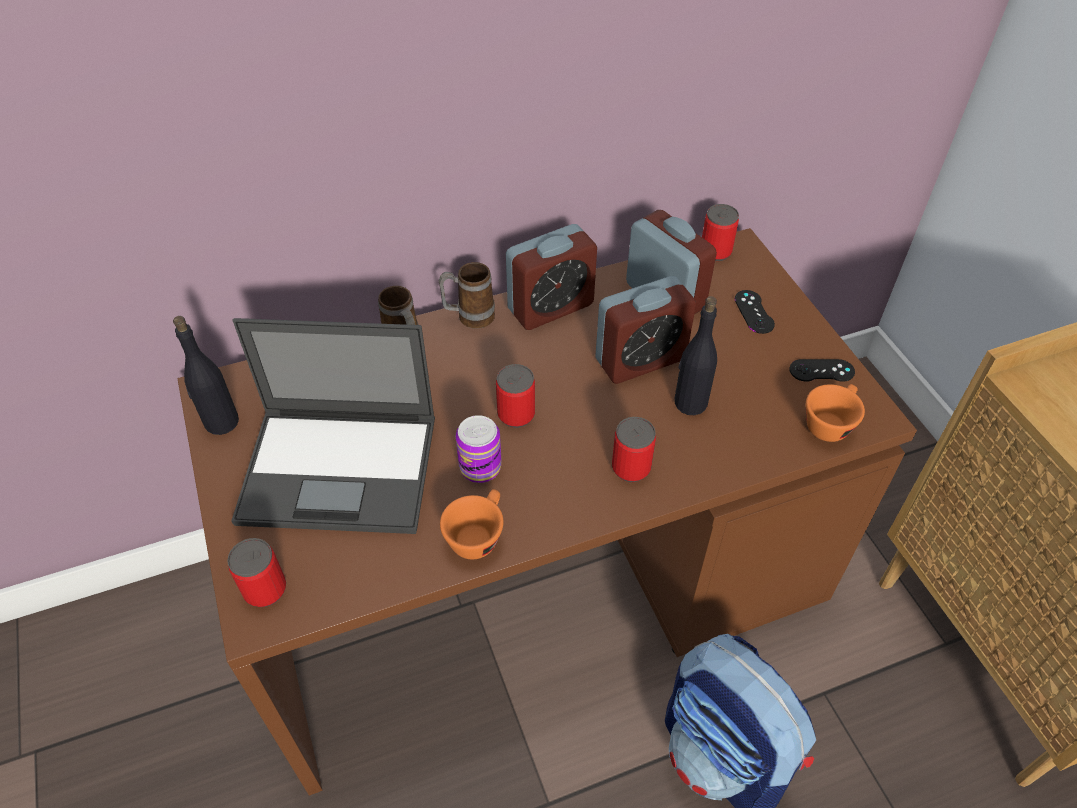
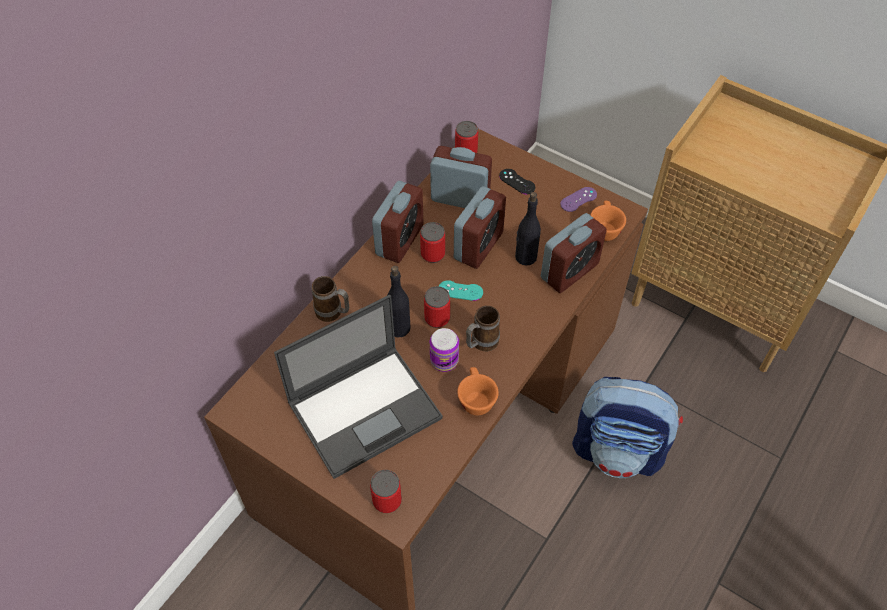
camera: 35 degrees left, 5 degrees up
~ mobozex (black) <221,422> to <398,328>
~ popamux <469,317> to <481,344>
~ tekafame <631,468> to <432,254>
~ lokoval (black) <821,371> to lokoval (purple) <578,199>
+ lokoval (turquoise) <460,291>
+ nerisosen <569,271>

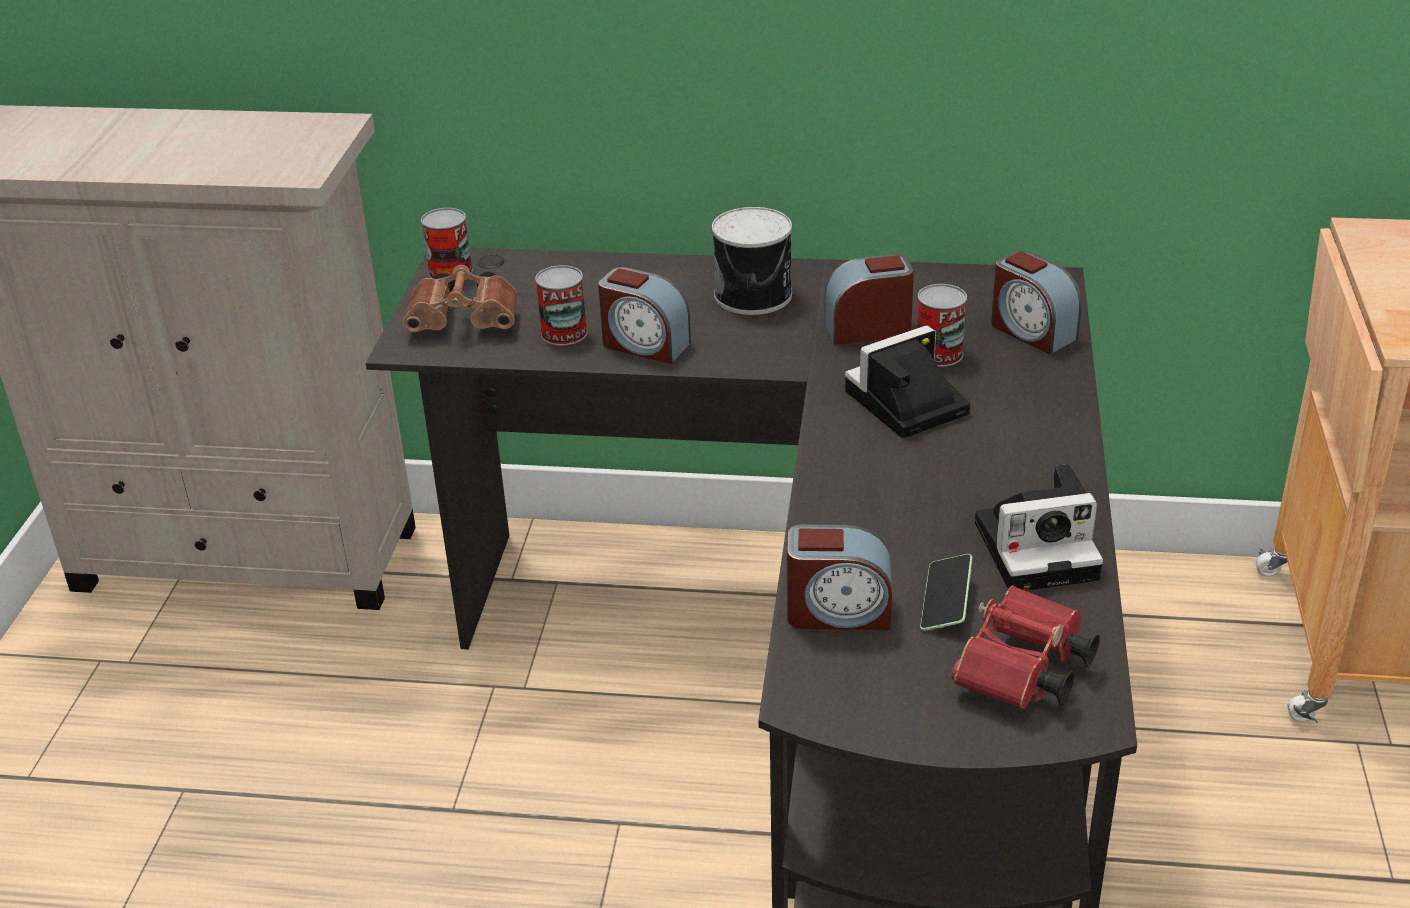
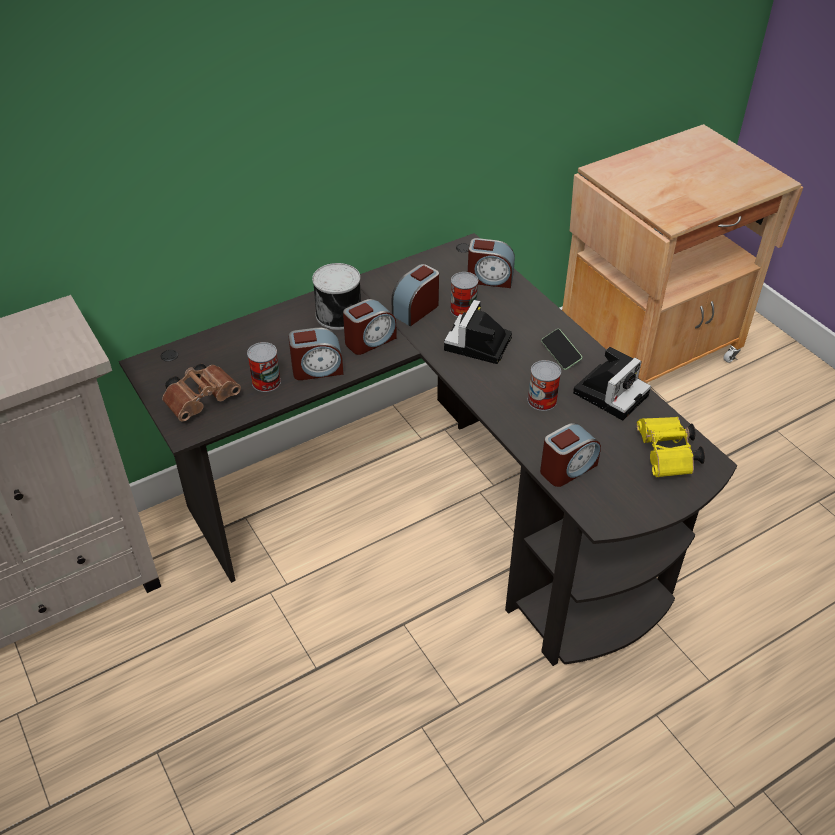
camera: 40 degrees left, 10 degrees up
~ tekafame <450,272> to <542,400>
~ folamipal <945,603> to <560,354>
~ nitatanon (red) <1022,673> to nitatanon (yellow) <667,457>
+ nerisosen <370,340>

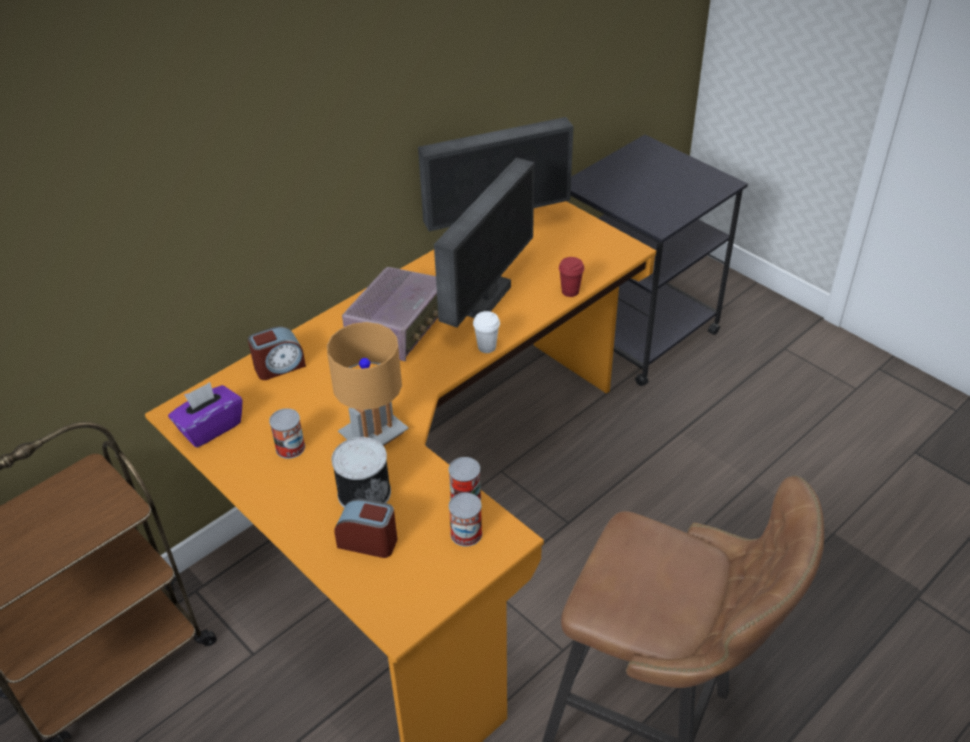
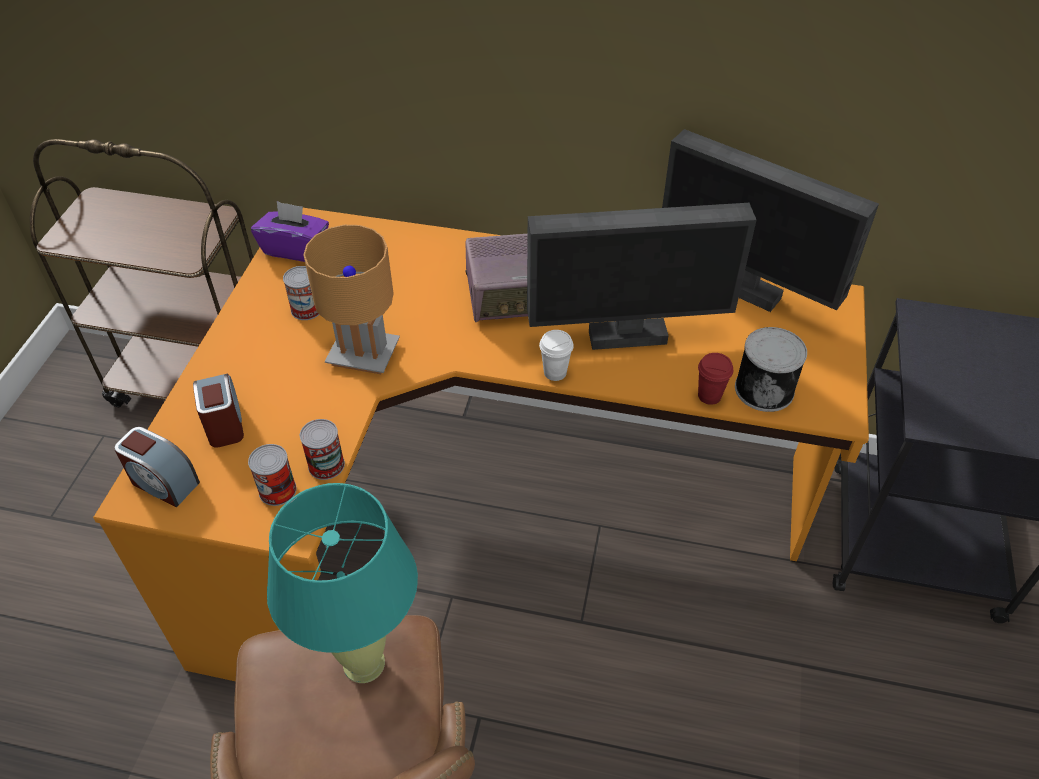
camera: 55 degrees right, 5 degrees up
~ nerisosen <279,366> to <163,482>
~ tekafame <363,492> to <764,388>
+ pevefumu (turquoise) <364,663>

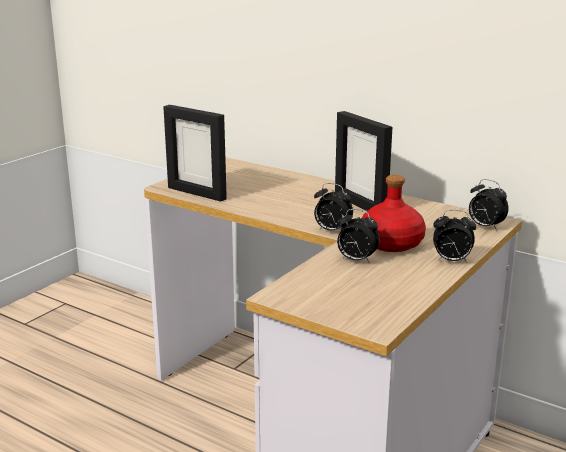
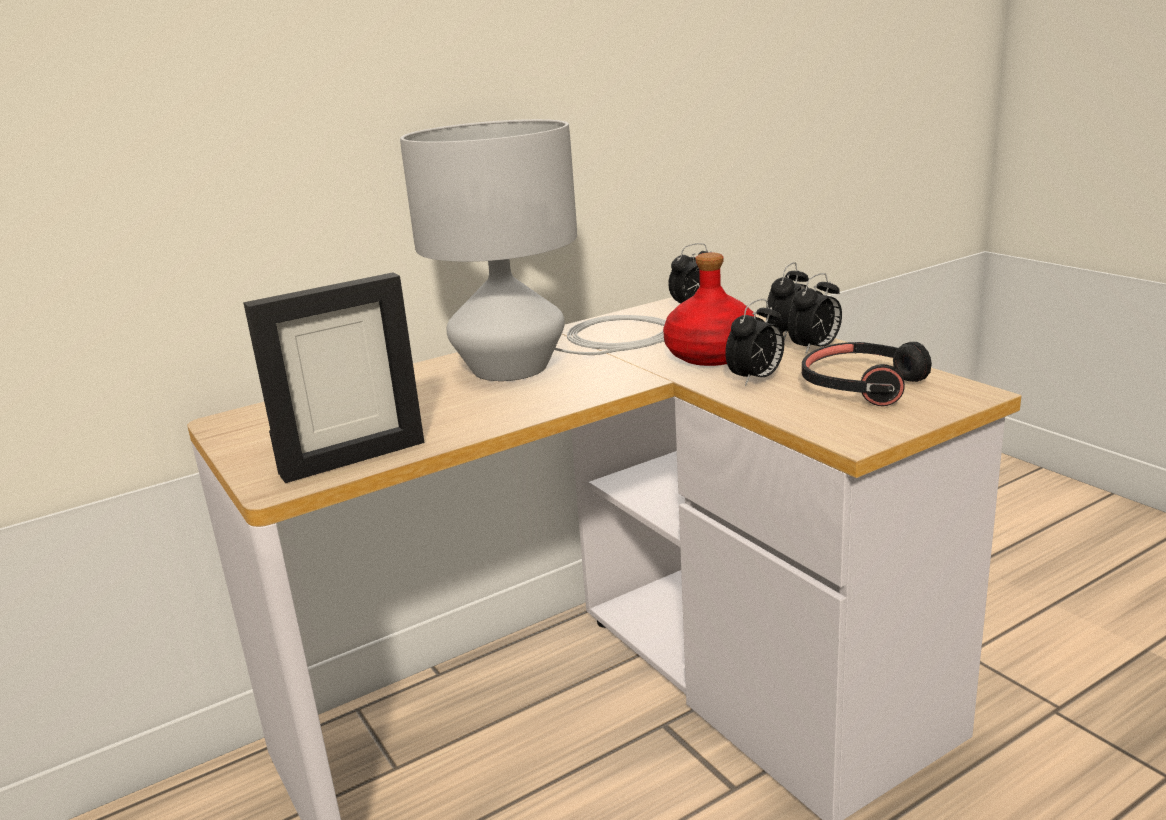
camera: 65 degrees left, 0 degrees up
~ nerisosen <331,231> to <815,349>
~ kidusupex <361,204> to pevefumu (grey) <556,354>
+ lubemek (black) <861,385>

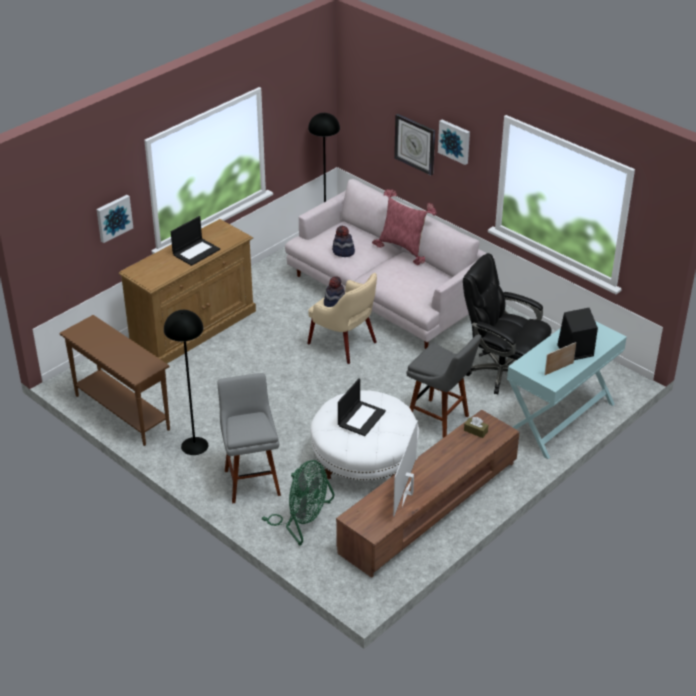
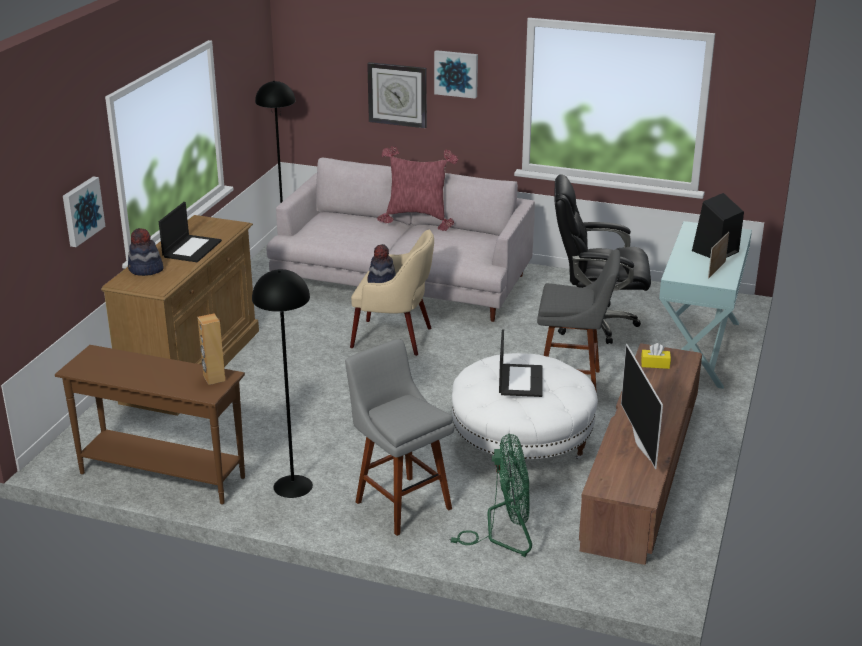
camera: 25 degrees left, 10 degrees down
~ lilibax <343,252> to <145,270>
~ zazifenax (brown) <475,431> to zazifenax (yellow) <655,364>
+ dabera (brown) <214,378>

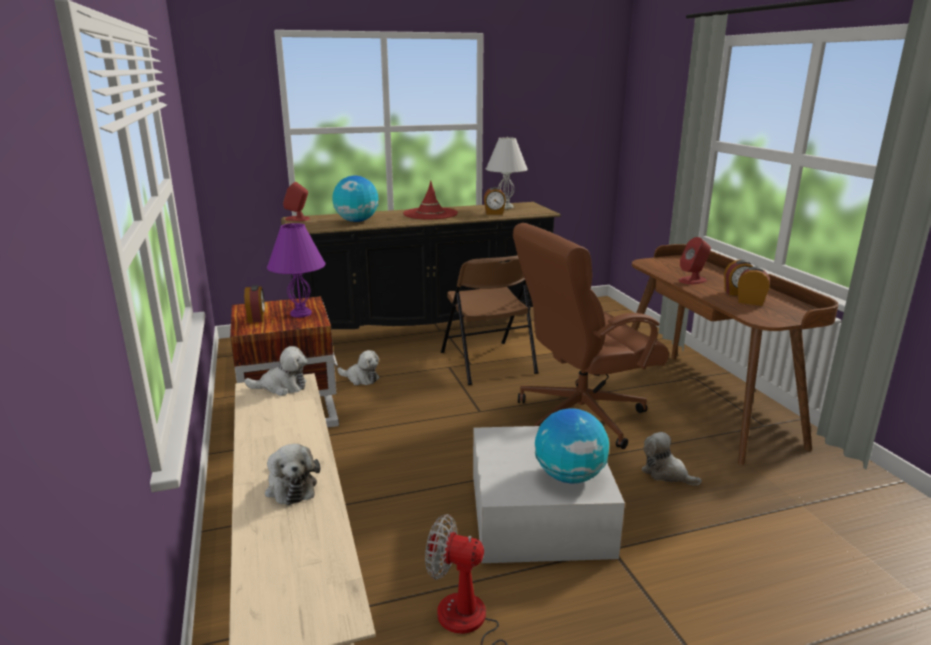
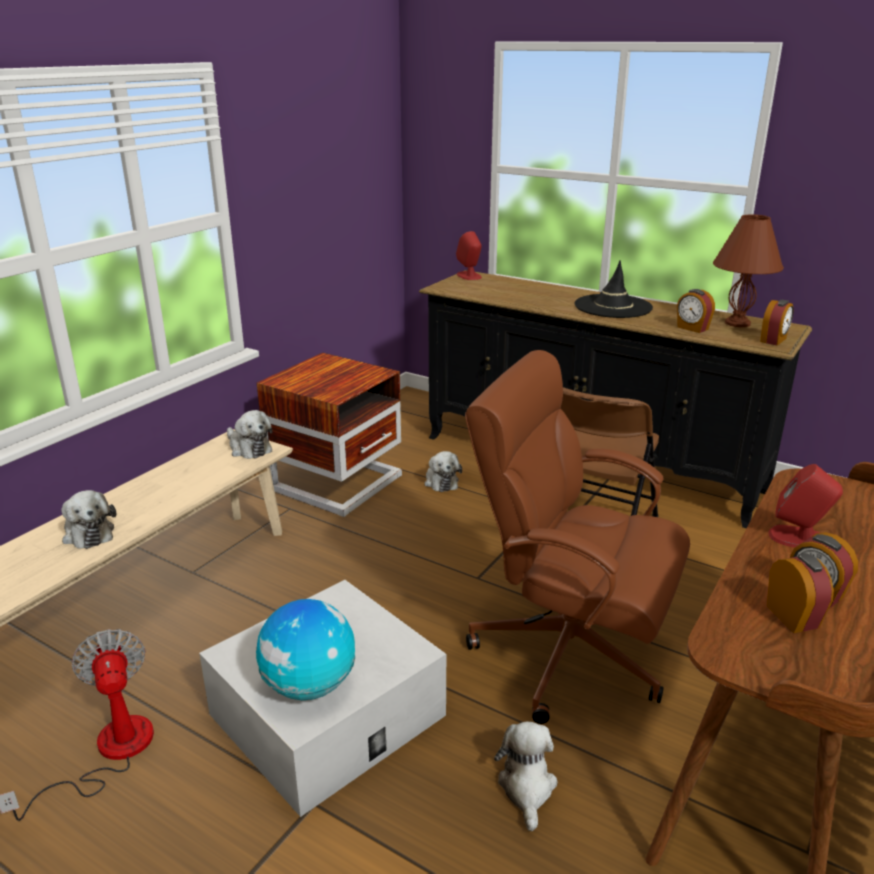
camera: 50 degrees right, 5 degrees up
~ nerisosen <257,318> to <774,340>
~ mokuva <291,486> = <88,533> 60 degrees counterclockwise
- pevefumu (purple) <301,313>
- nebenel <356,221>
~ lilibax (red) <430,214> to lilibax (black) <612,307>
~ pevefumu (white) <505,207> to pevefumu (brown) <737,323>

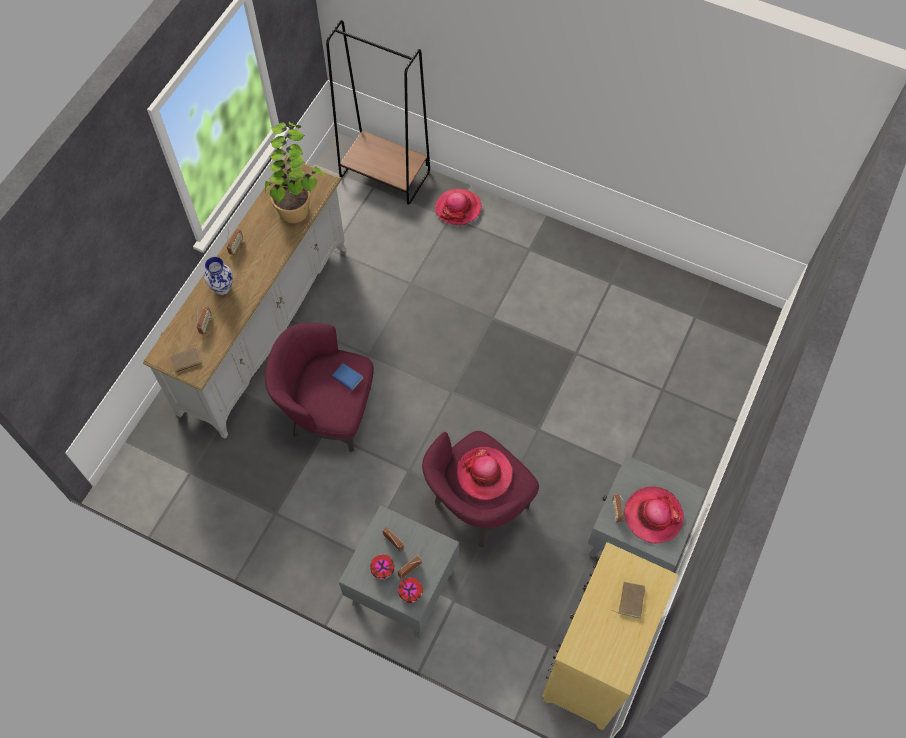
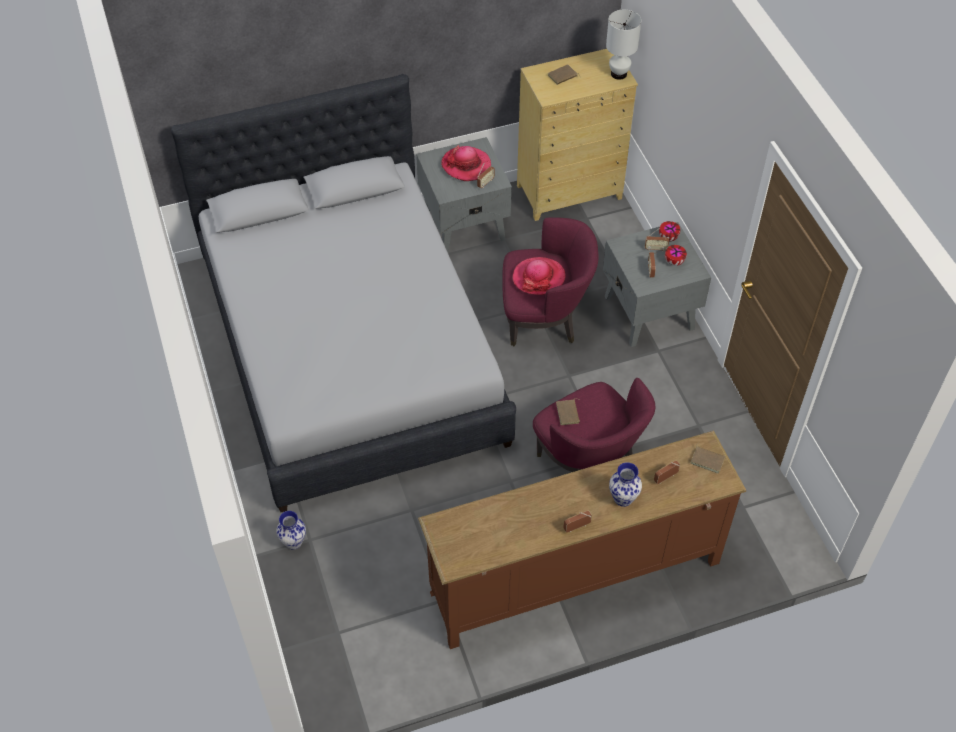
camera: 135 degrees left, 10 degrees down
~ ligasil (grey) <266,329> to ligasil (brown) <574,576>
- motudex <296,198>
- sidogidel <385,175>
~ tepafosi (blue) <347,378> to tepafosi (brown) <568,413>
~ lilibax <458,208> to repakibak <293,542>
+ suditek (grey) <351,349>
+ pevefumu (white) <618,74>

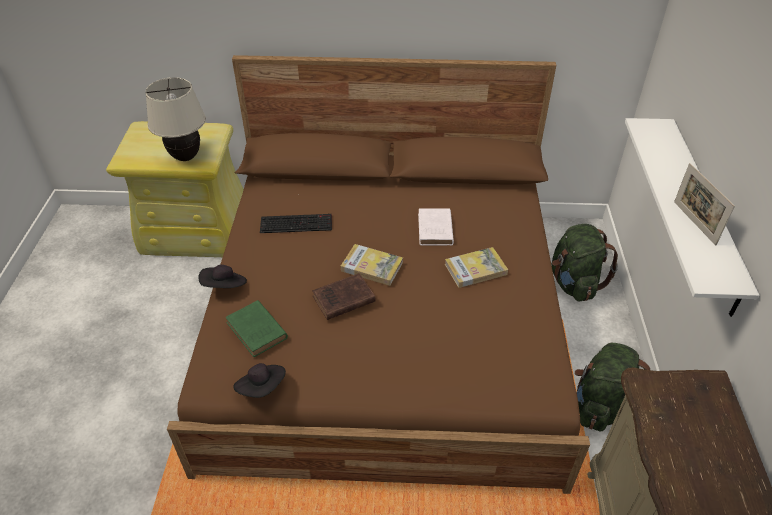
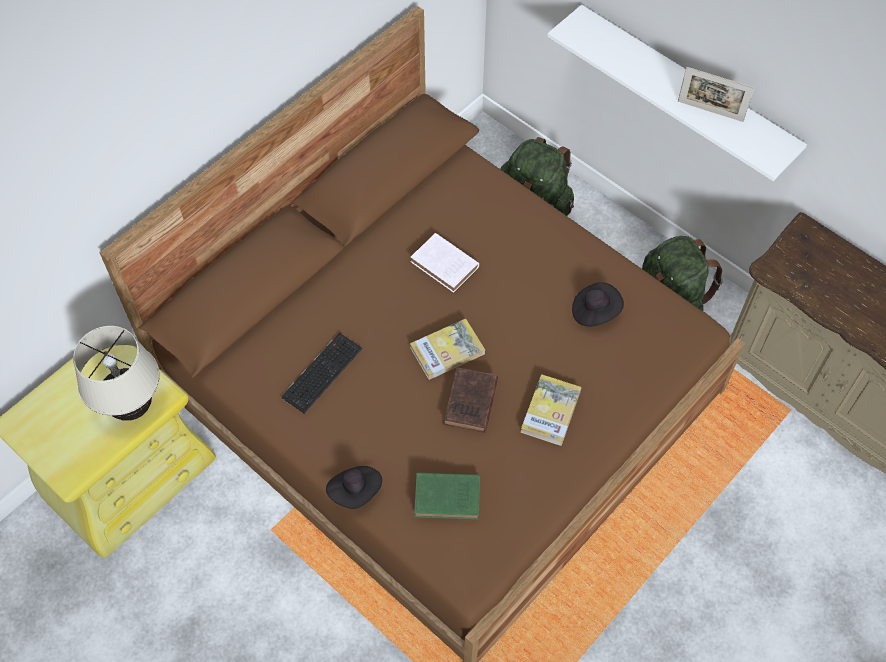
camera: 50 degrees left, 15 degrees up
~ lilibax (black) <262,388> to <595,311>
~ tepafosi <475,269> to <550,411>

